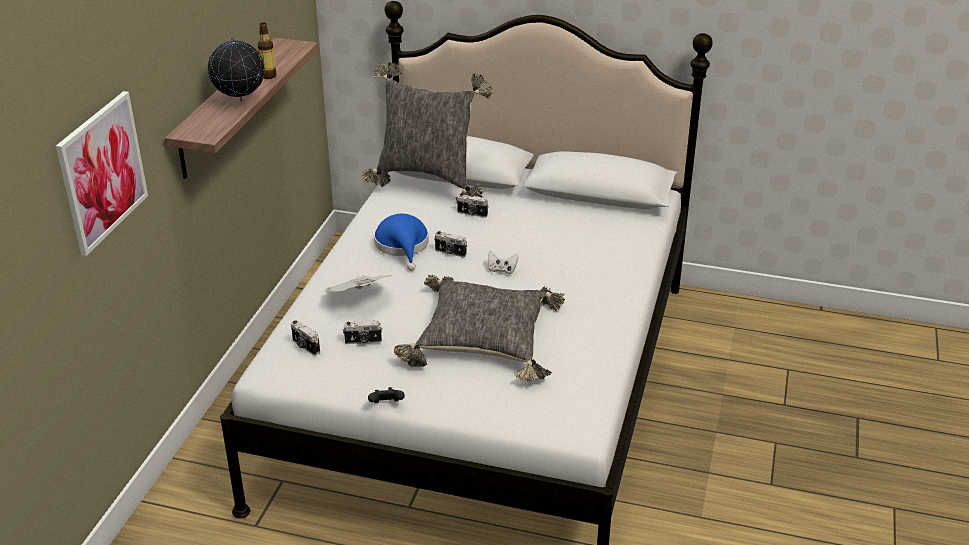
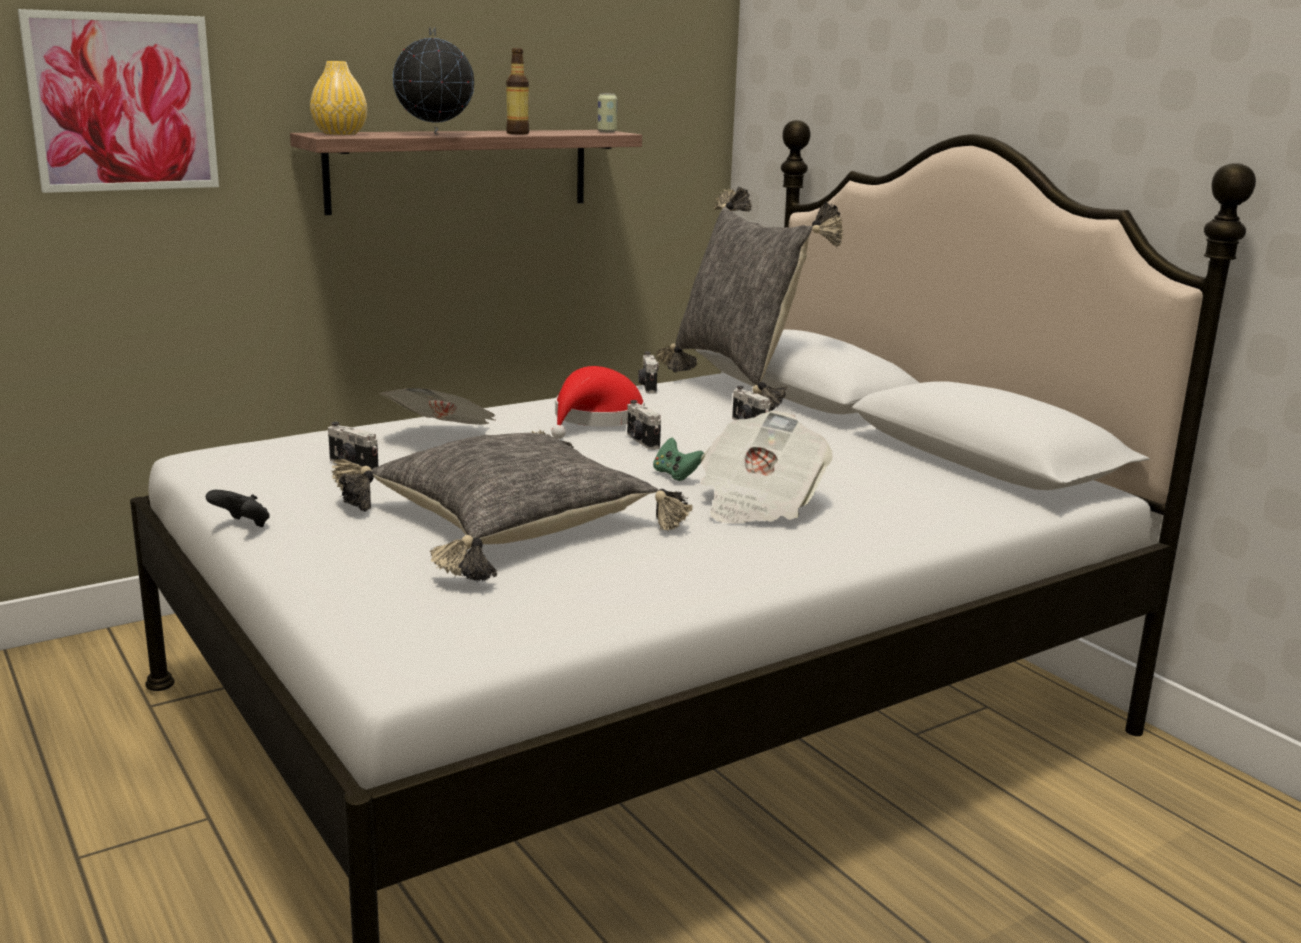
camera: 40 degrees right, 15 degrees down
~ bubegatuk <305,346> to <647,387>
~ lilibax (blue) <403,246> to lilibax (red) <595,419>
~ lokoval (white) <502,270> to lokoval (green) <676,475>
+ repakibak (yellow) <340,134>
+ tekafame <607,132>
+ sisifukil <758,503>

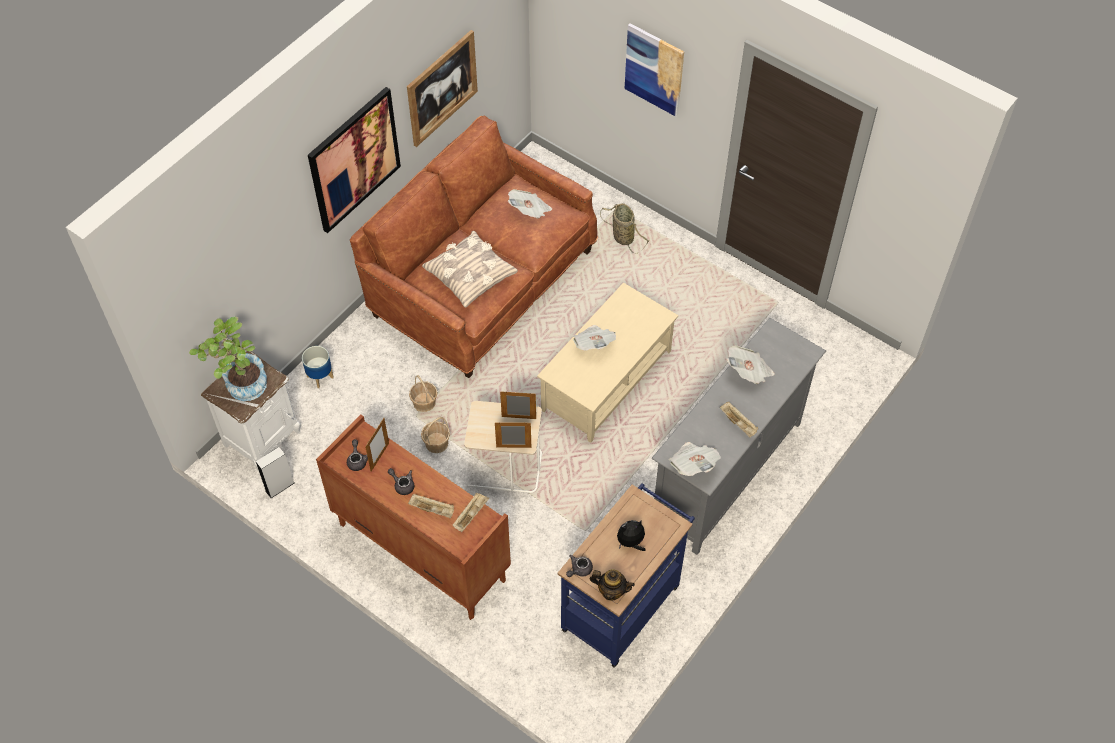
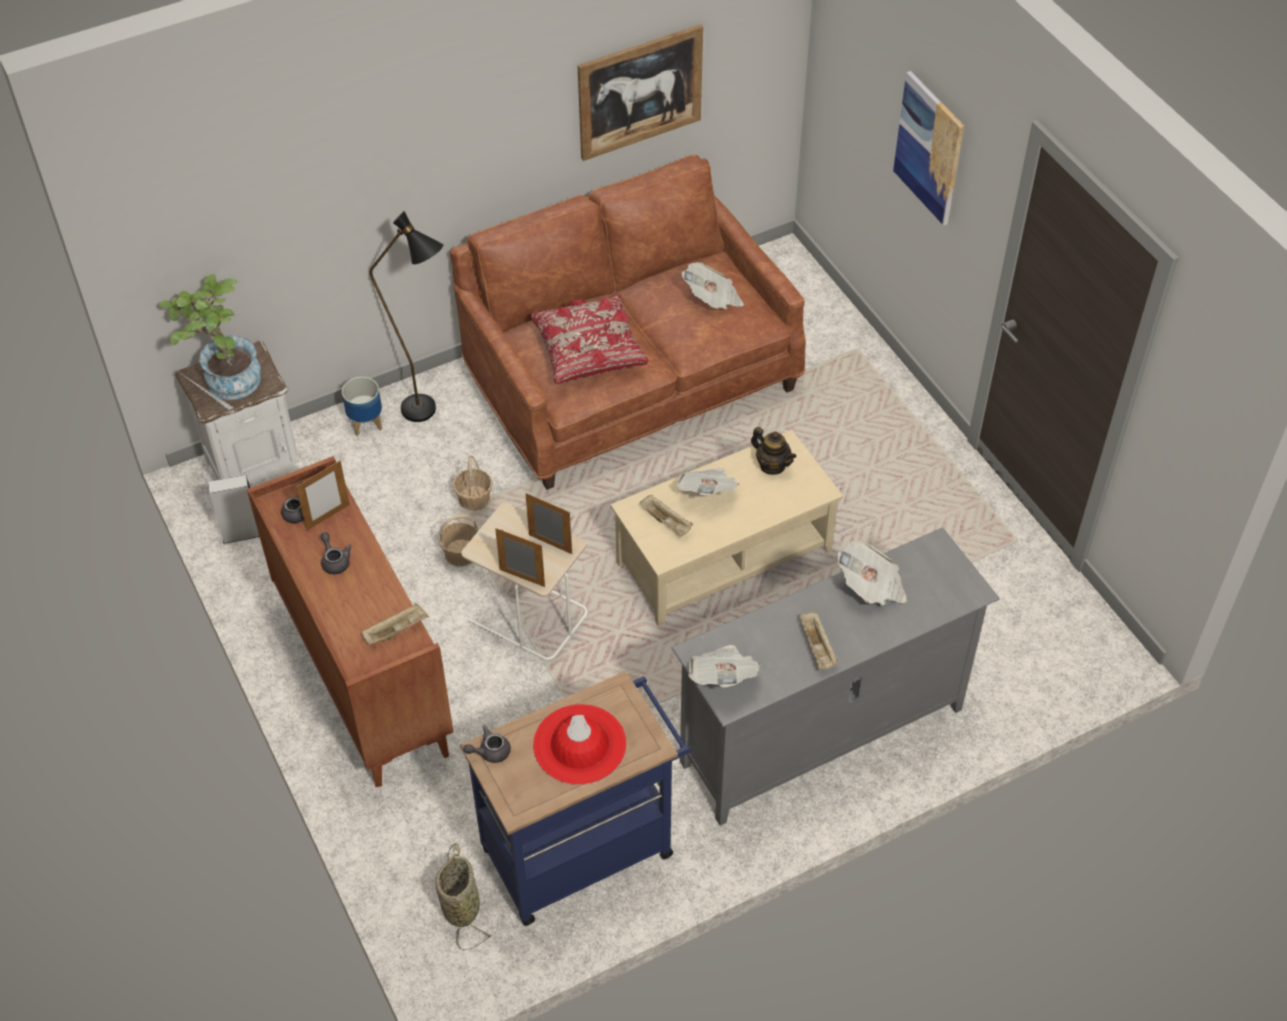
camera: 25 degrees right, 5 degrees down
- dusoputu <354,159>
~ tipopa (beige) <433,509> to <667,522>
~ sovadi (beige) <470,277> to sovadi (red) <589,353>
~ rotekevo <611,591> to <772,465>
~ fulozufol <622,236> to <461,906>
~ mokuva <631,542> to lilibax (red) <579,744>
+ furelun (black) <429,414>

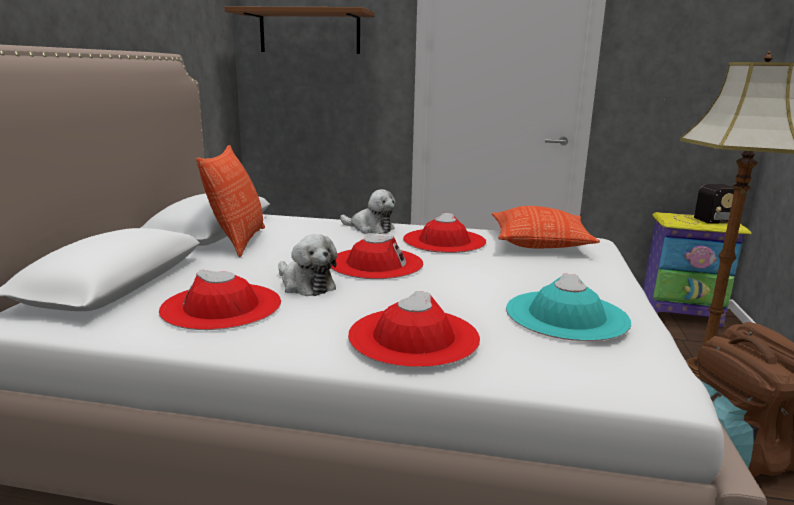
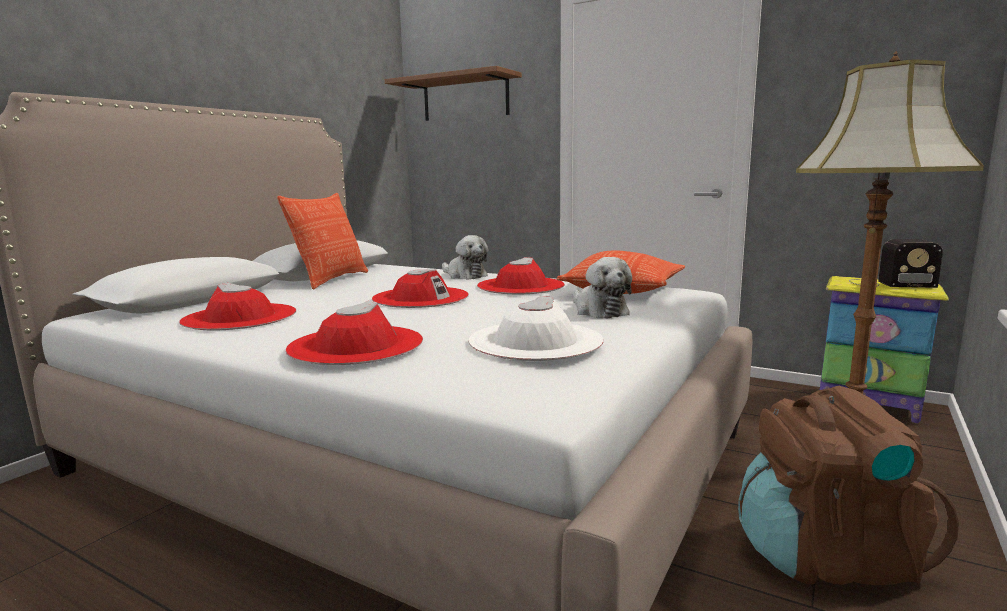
camera: 20 degrees right, 5 degrees down
~ mokuva <305,285> to <598,311>
~ lilibax (turquoise) <566,316> to lilibax (white) <535,341>

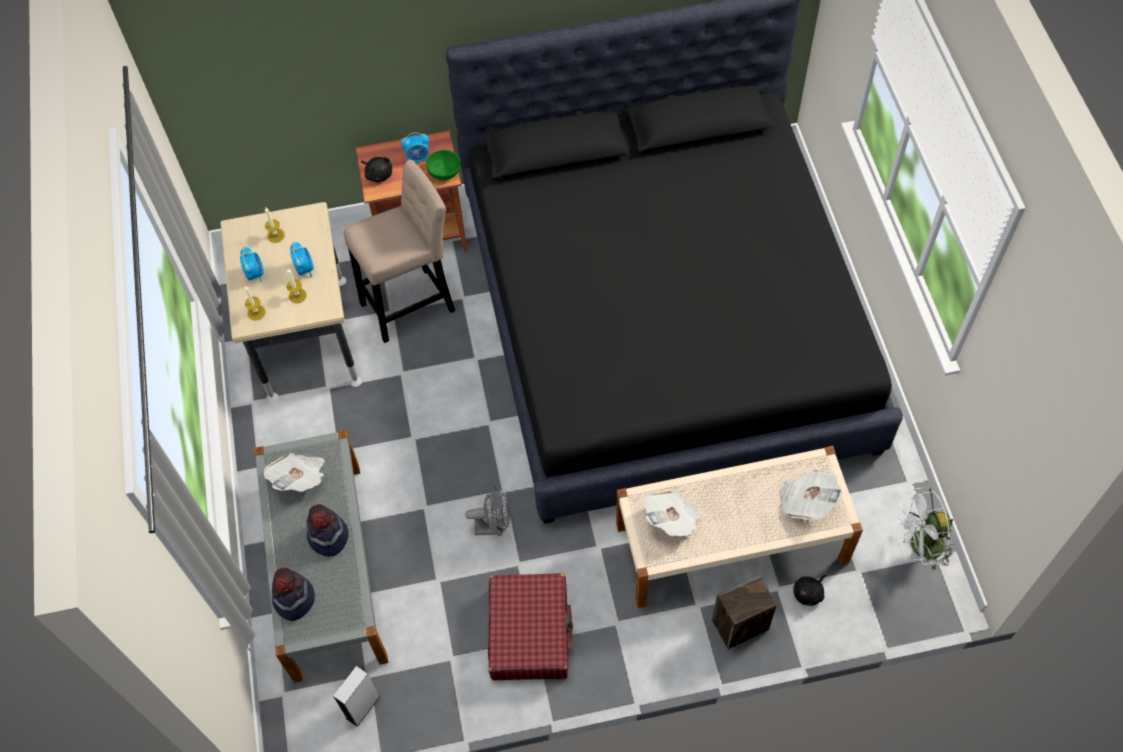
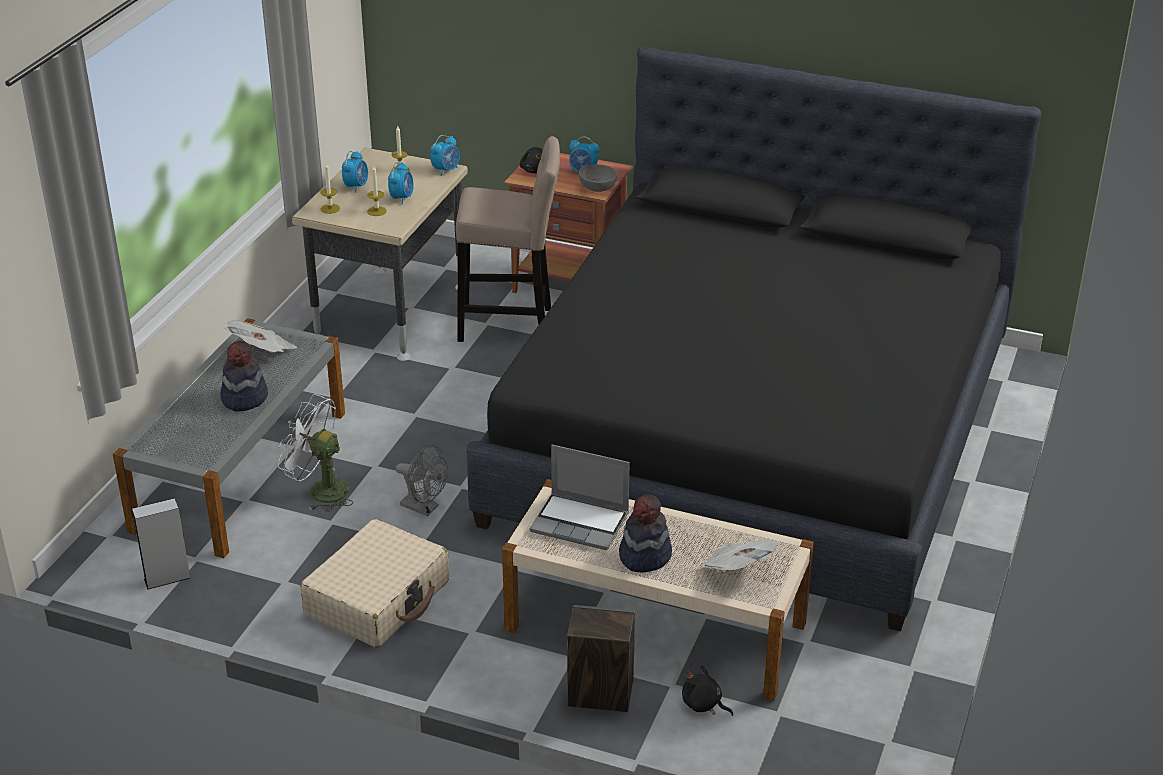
camera: 30 degrees right, 25 degrees down
~ lilibax <294,599> to <644,555>
~ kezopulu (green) <443,172> to kezopulu (grey) <597,188>
~ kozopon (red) <529,632> to kozopon (beige) <378,598>
~ sisifukil <673,519> to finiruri <581,522>
~ mokuva (black) <809,593> = <703,704> 45 degrees clockwise
~ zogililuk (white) <920,547> to <320,490>
+ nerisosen <446,170>

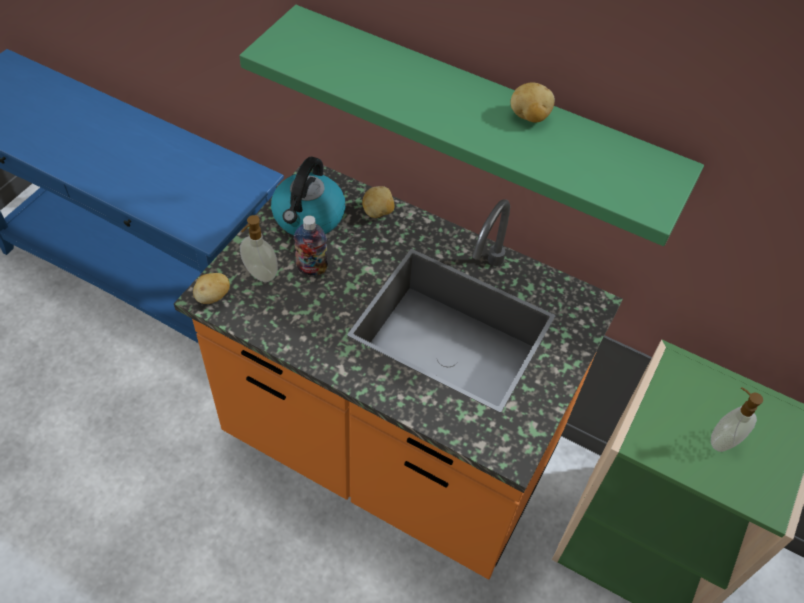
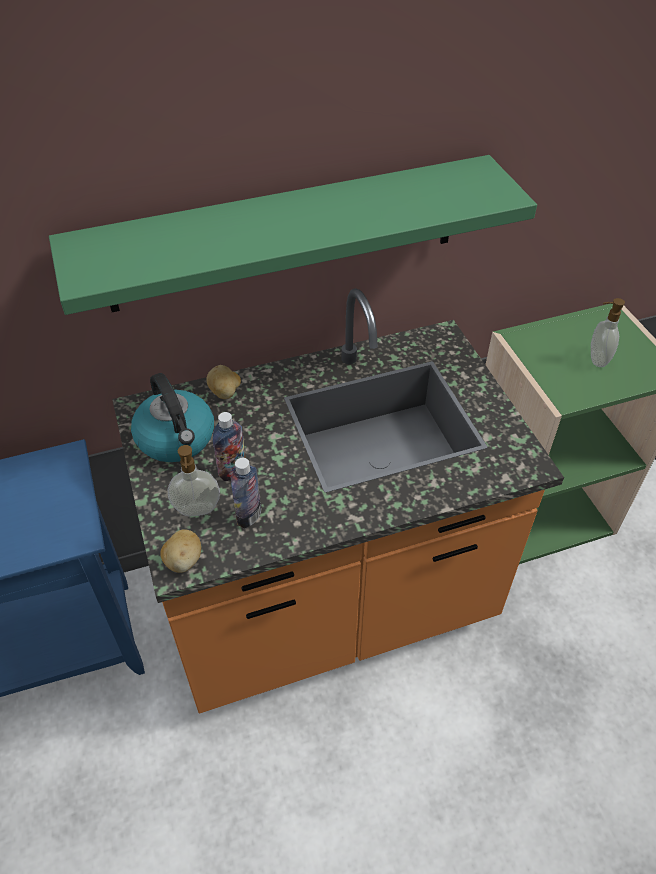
camera: 45 degrees left, 5 degrees down
- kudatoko <529,117>
+ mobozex <249,516>

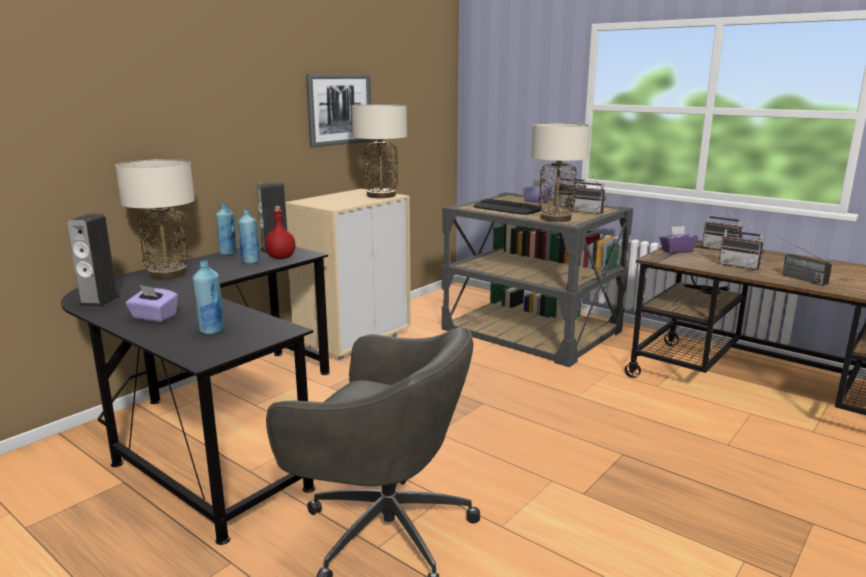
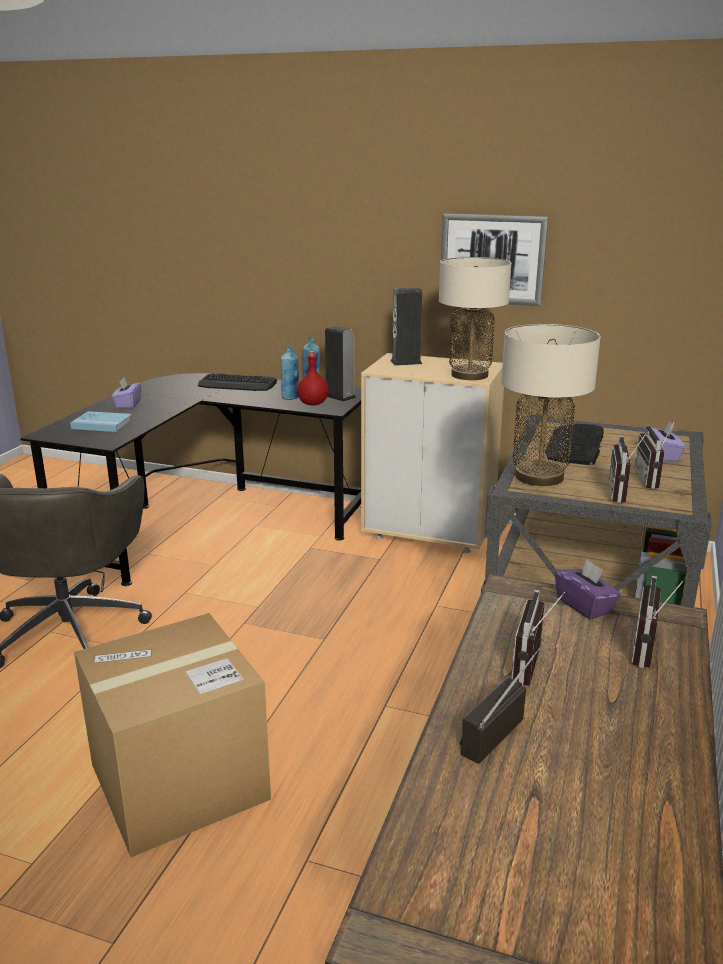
camera: 70 degrees right, 5 degrees up
~ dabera <99,301> to <406,362>
~ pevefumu <167,273> to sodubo <237,384>
~ mobozex (blue) <212,331> to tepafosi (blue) <102,424>
+ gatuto <179,781>

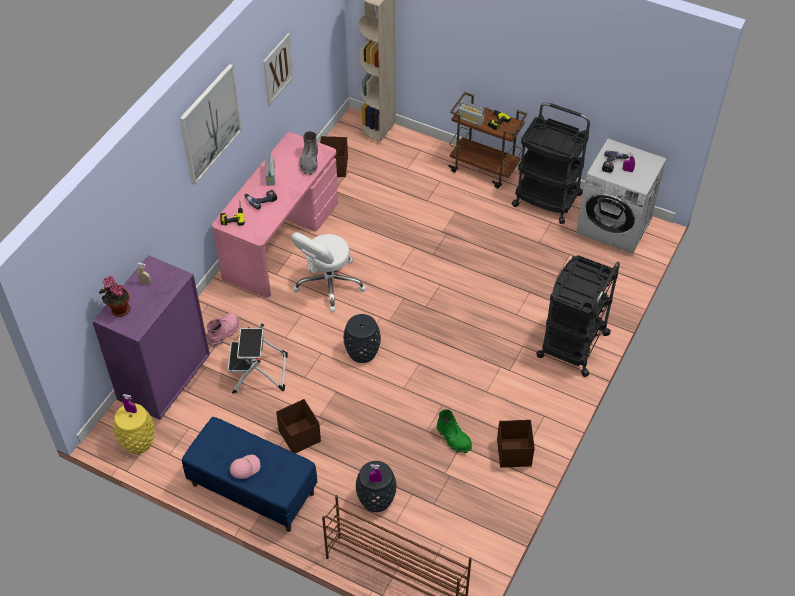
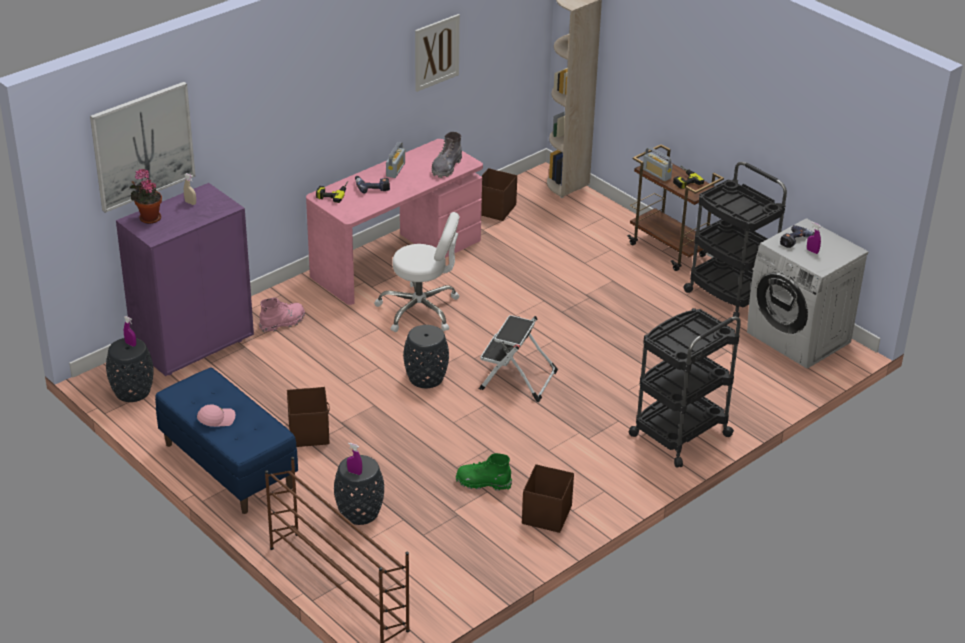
camera: 20 degrees right, 15 degrees down
~ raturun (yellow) <138,441> to raturun (black) <132,391>
~ dusoputu <210,124> to <143,146>
~ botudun <258,371> to <517,377>
~ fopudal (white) <327,286> = <423,310> 135 degrees counterclockwise
~ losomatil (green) <453,438> = <483,483> 120 degrees clockwise

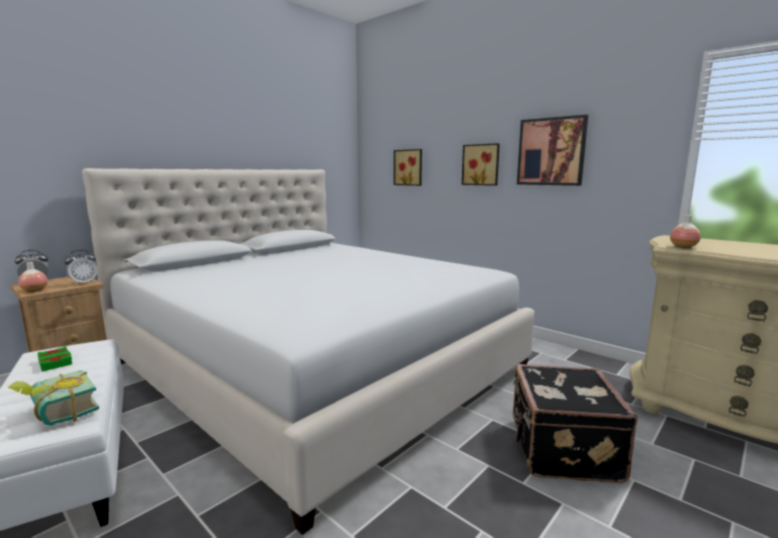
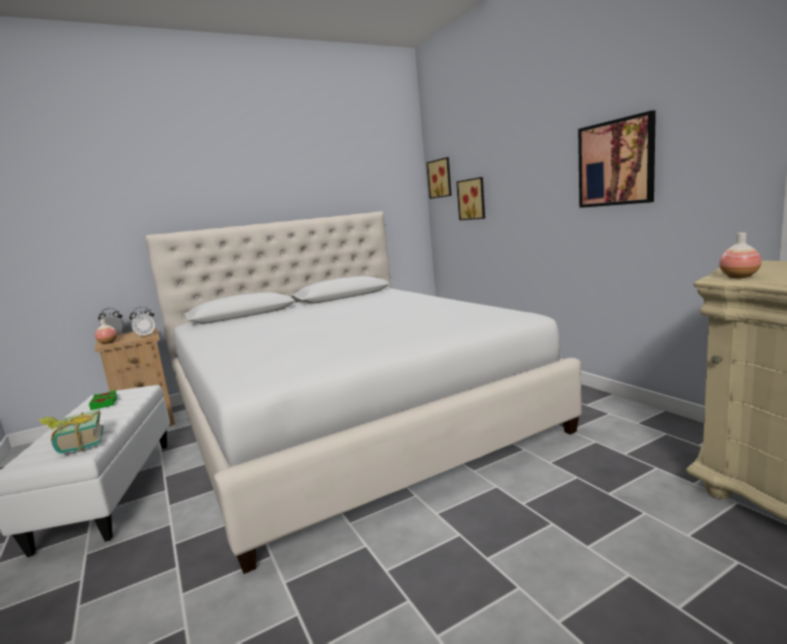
camera: 20 degrees right, 0 degrees up
~ dusoputu <481,164> to <441,178>
- kozopon (black) <561,449>

